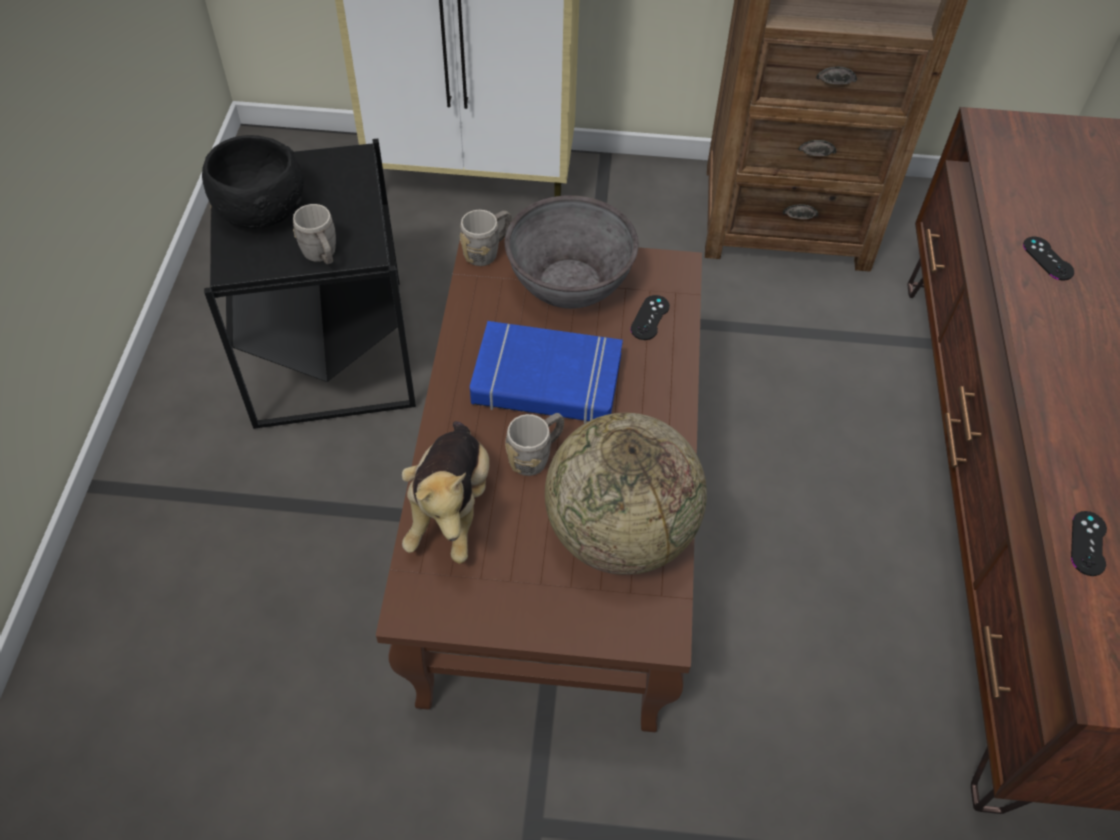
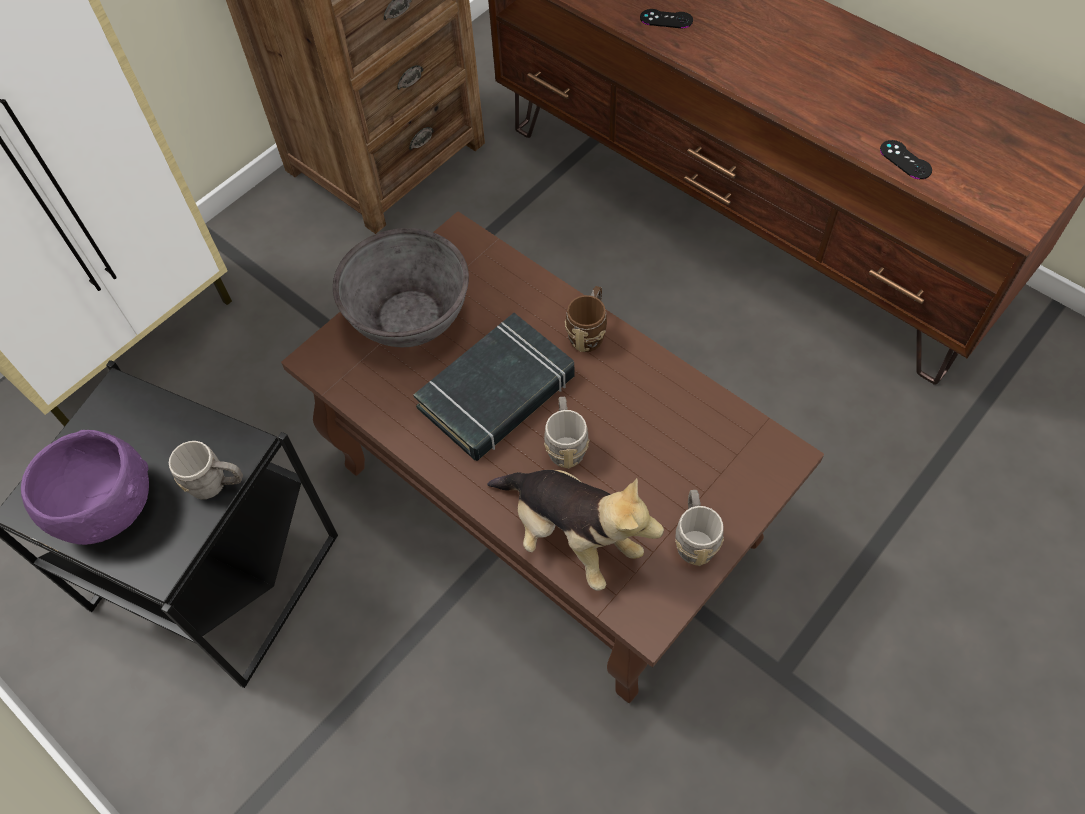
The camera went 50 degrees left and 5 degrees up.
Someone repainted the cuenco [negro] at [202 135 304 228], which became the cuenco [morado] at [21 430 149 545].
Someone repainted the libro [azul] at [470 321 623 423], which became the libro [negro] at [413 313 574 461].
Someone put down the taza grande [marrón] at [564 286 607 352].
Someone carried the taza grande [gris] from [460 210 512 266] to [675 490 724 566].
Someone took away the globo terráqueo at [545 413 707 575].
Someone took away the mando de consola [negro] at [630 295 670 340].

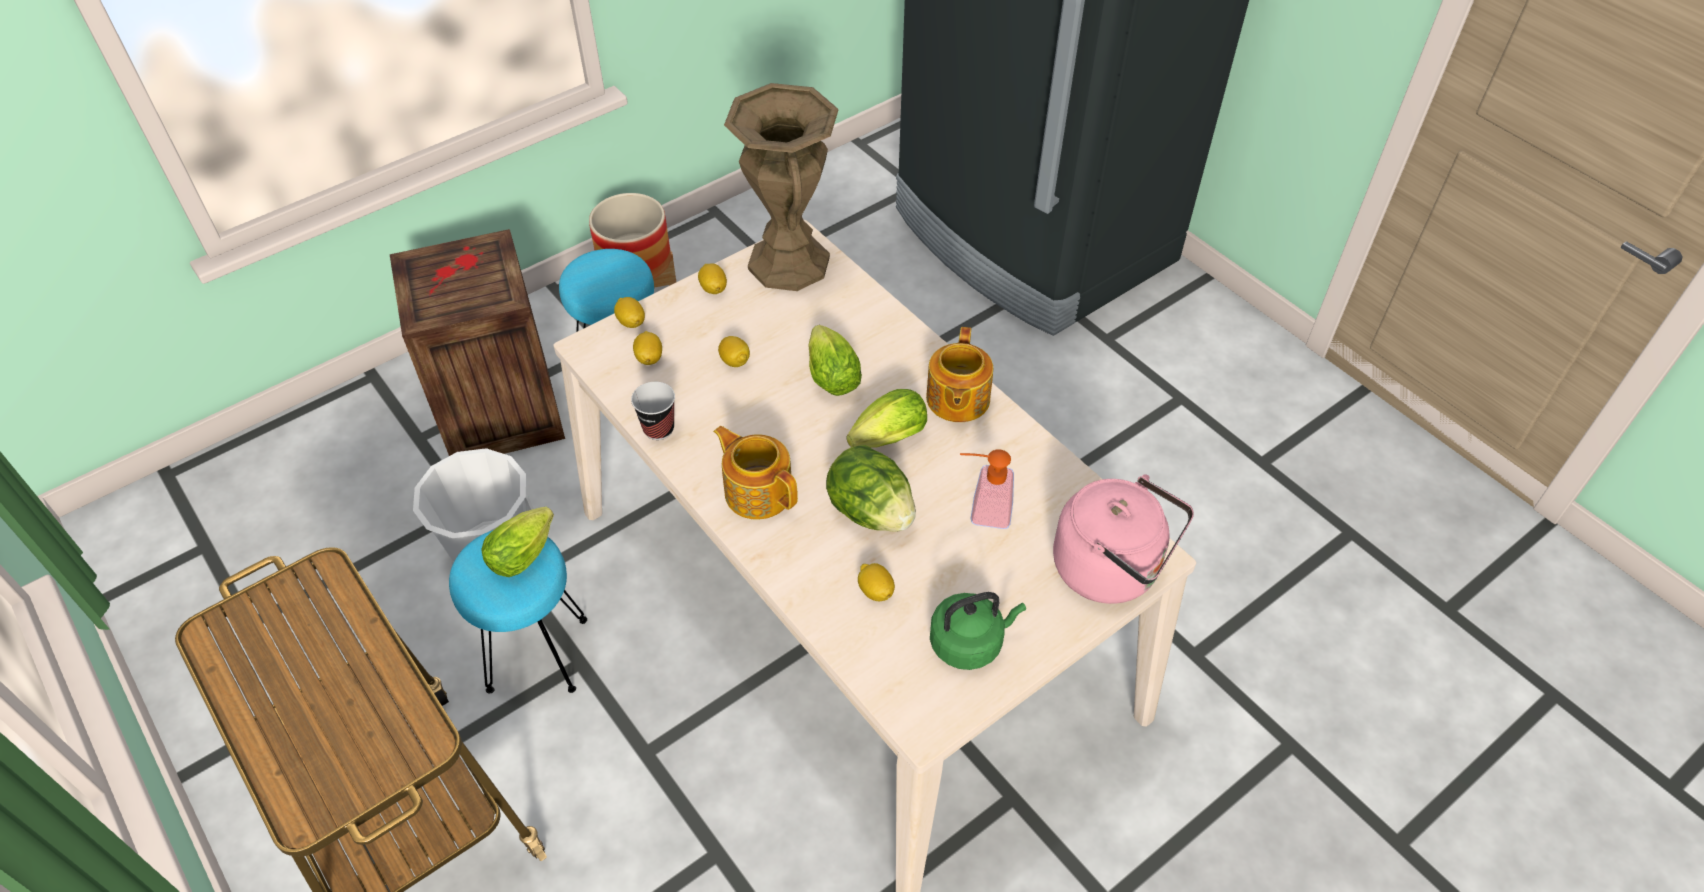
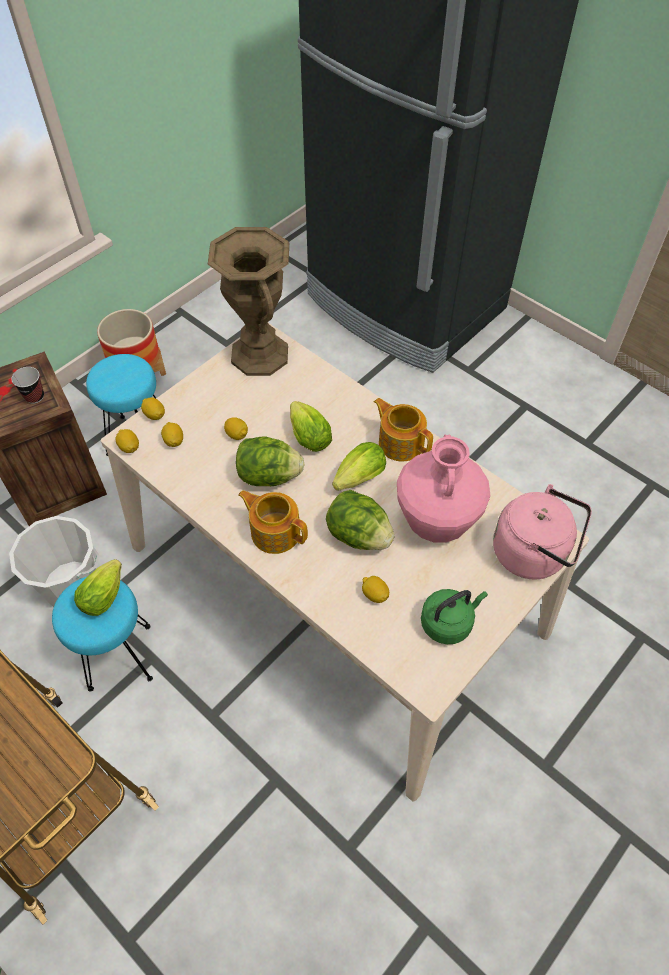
The camera went 10 degrees left and 5 degrees up.
Someone carried the taza from [631 382 675 440] to [11 367 44 404].
Someone carried the limón from [698 263 727 294] to [115 429 139 453].
Someone put down the lechuga at [236 436 305 486].
Someone rotated the tetera at [926 327 993 422] by 135 degrees clockwise.
Someone swapped the dispensador de jabón at [960 449 1014 529] for the florero [rosa] at [397 435 490 542].

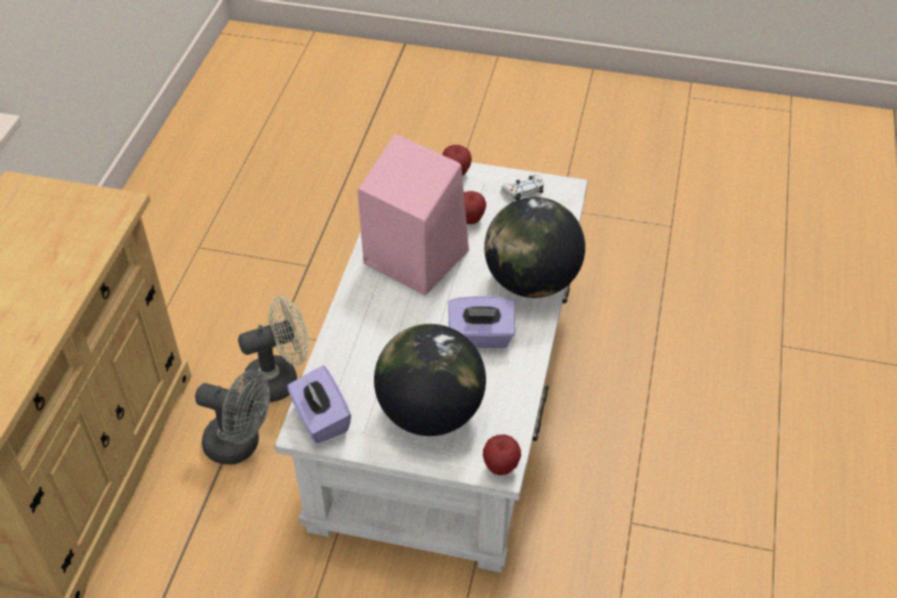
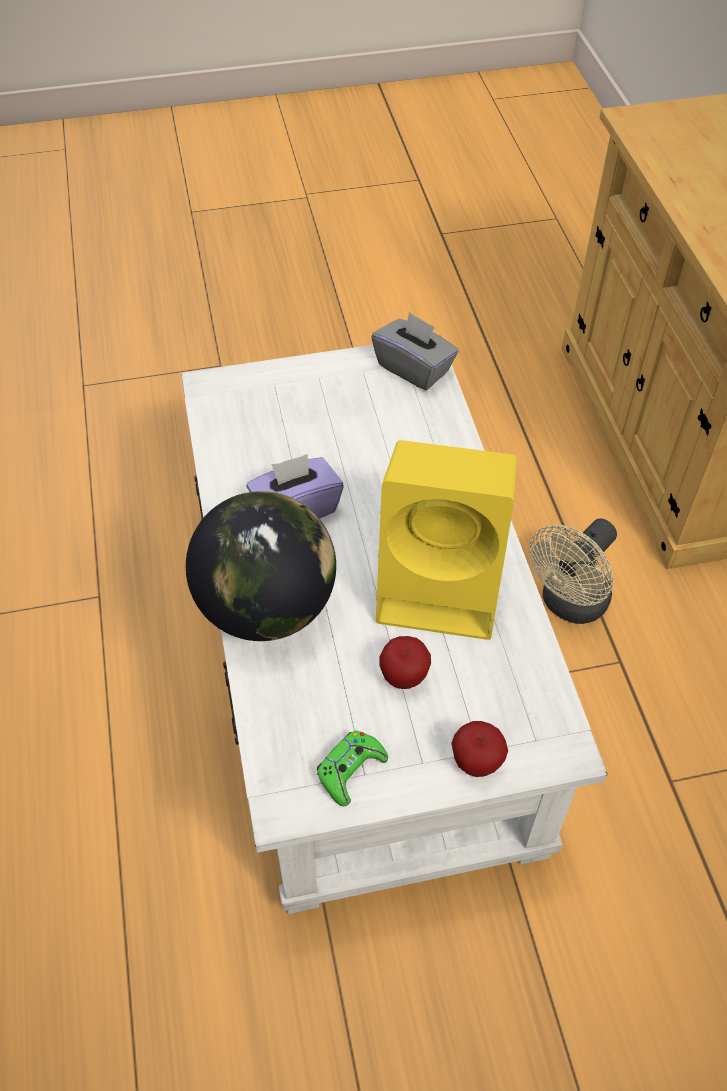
The camera went 155 degrees right and 5 degrees up.
Someone repainted the mando de consola [blanco] at [501 174 544 201], which became the mando de consola [verde] at [317 731 388 807].
Someone repainted the caja de pañuelos [morado] at [287 365 351 443], which became the caja de pañuelos [gris] at [371 312 458 390].
Someone repainted the altavoz [rosa] at [357 134 469 296], which became the altavoz [amarillo] at [376 440 517 640].
Someone took away the ventilador [gris] at [195 370 270 464].
Someone took away the globo terráqueo at [374 324 486 436].
Someone took away the manzana at [483 434 521 475].

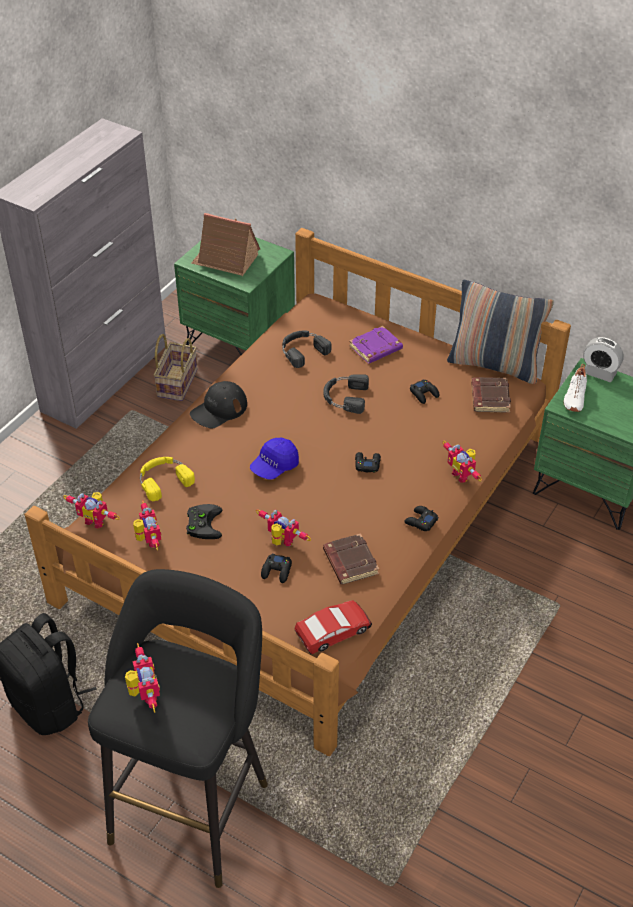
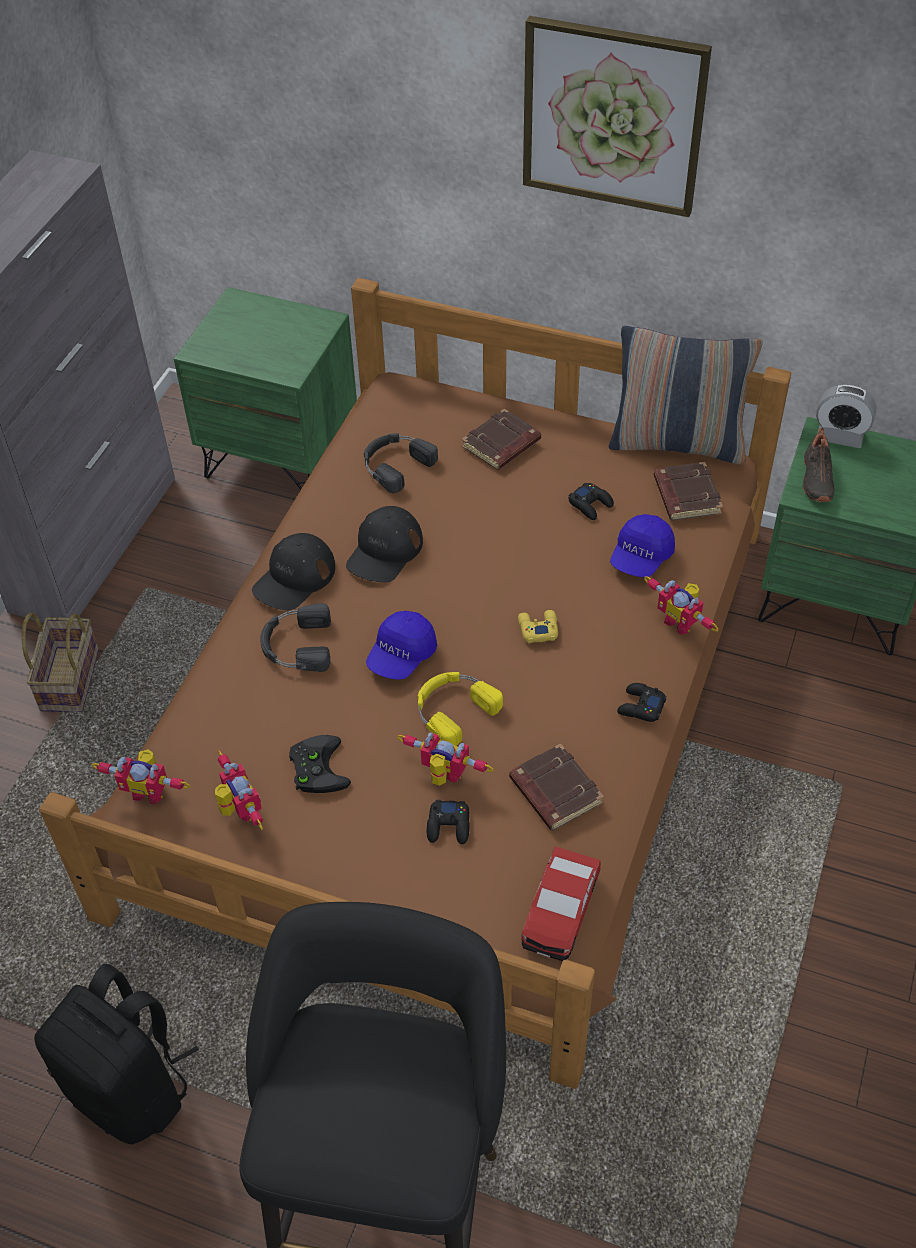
The camera went 10 degrees left and 5 degrees up.
Someone carried the cesta from [153 334 198 401] to [22 612 99 712].
Someone carried the auriculares [negro] from [323 374 369 414] to [260 603 331 672].
Someone put down the gorra [negro] at [346 506 423 582].
Someone carried the auriculares [amarillo] from [140 457 195 501] to [417 672 503 746].
Someone repainted the libro [morado] at [349 326 403 364], which became the libro [marrón] at [462 409 541 470].
Someone repainted the mando de consola [negro] at [355 452 381 472], which became the mando de consola [amarillo] at [518 610 558 643].
Someone rotated the coche de juguete at [295 600 372 654] by 150 degrees clockwise.
Someone put up the cuadro at [523 16 712 217].
Someone put down the gorra [azul] at [610 514 675 577].
Someone repainted the zapato [blanco] at [563 364 587 412], which became the zapato [negro] at [803 428 835 502].
Someone took away the robot de juguete at [125 643 160 713].
Someone took away the casita at [191 213 260 276].

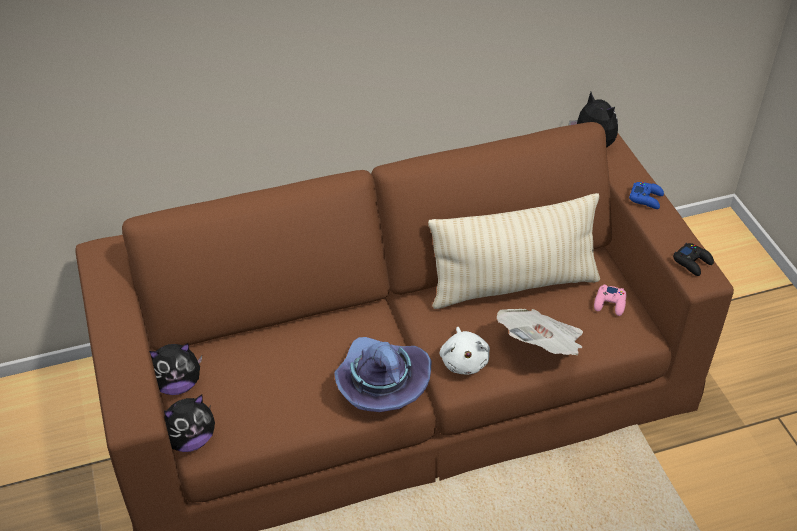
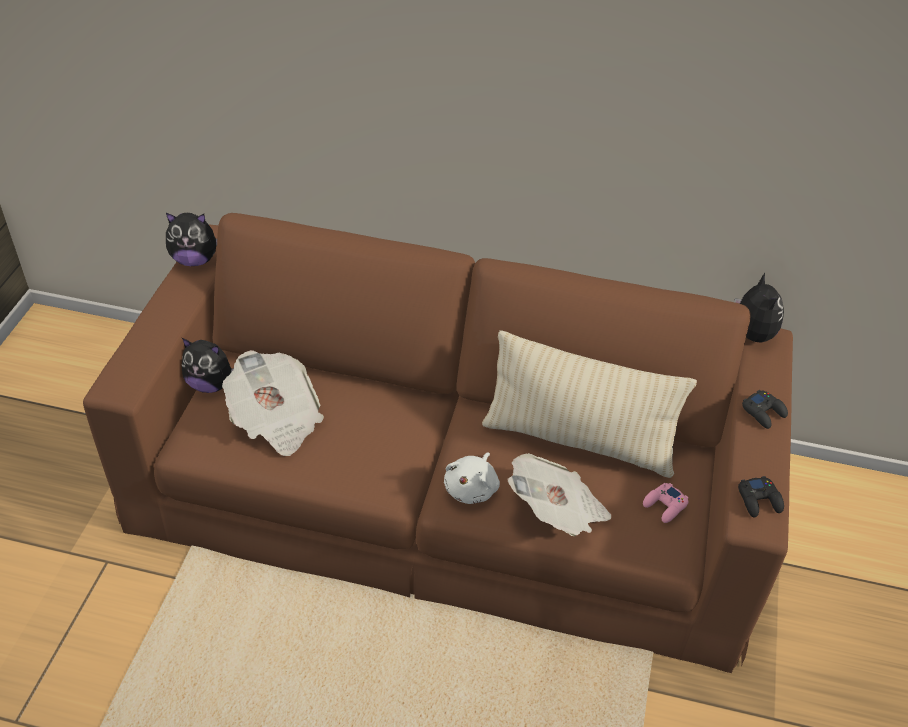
The camera went 30 degrees right and 0 degrees up.
Someone carried the peluche from [164 395 215 452] to [166 213 217 266].
Someone put down the periódico at [222 350 324 456].
Someone repainted the mando de consola [azul] at [629 182 664 209], which became the mando de consola [negro] at [742 390 788 429].
Someone took away the sombrero [morado] at [334 337 432 412].

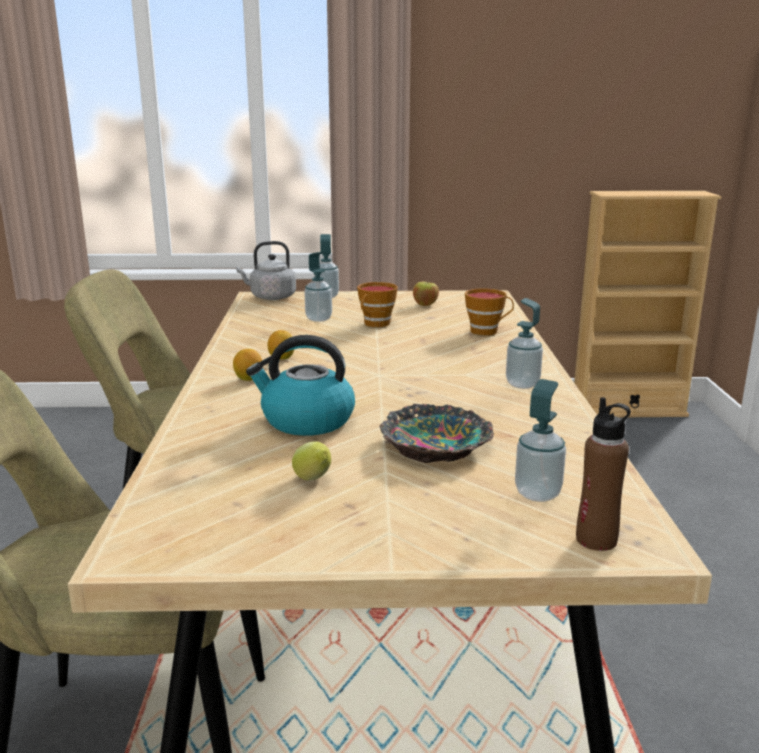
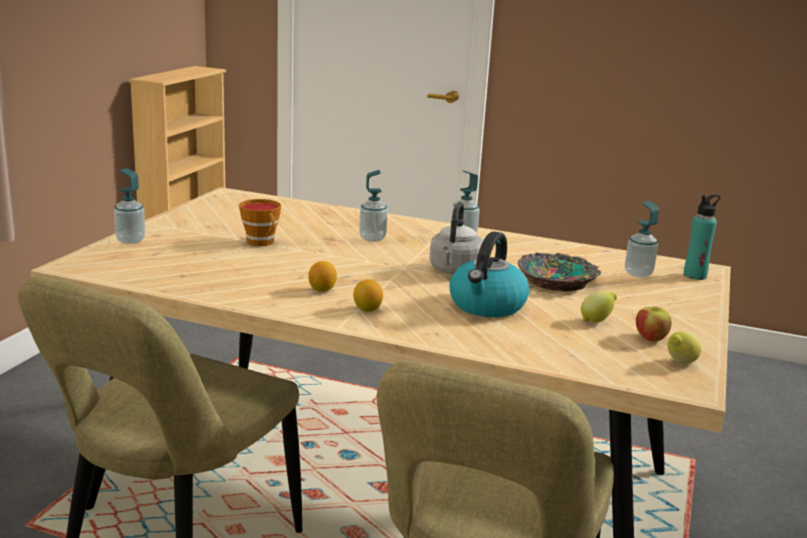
The camera went 70 degrees left and 0 degrees up.
Someone carried the dispensador de jabón from [304 252 332 322] to [359 170 388 242].
Someone carried the hervidor [gris] from [236 241 296 300] to [429 202 483 274].
Someone carried the manzana from [413 281 439 306] to [636 307 672 342].
Someone put down the limón at [667 331 701 364].
Someone repainted the botella [marrón] at [576 397 631 551], which became the botella [turquesa] at [684 195 720 280].
Someone took away the taza at [465 288 514 335].

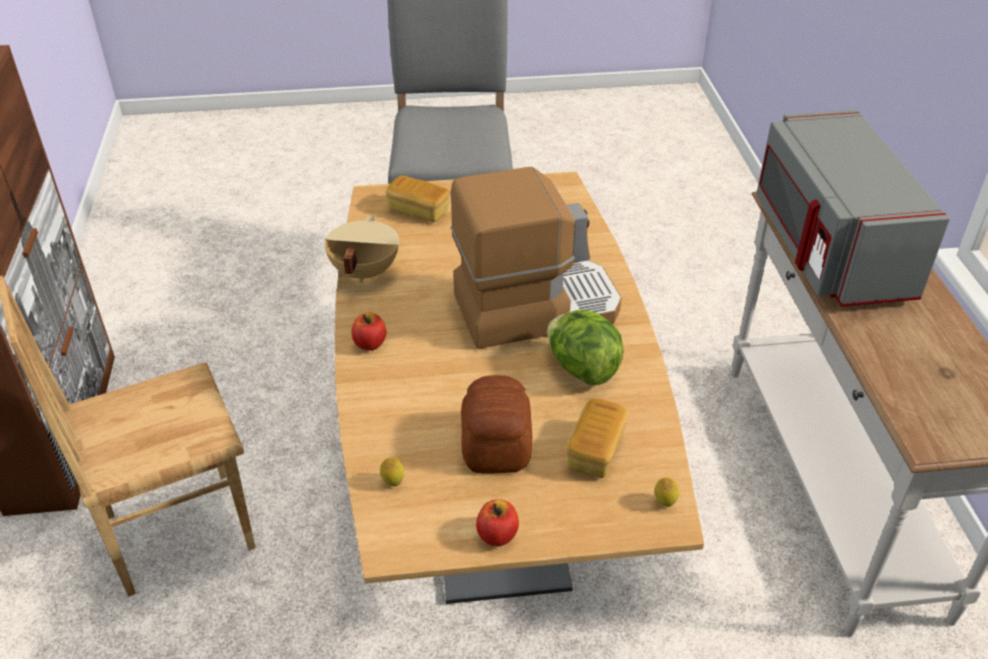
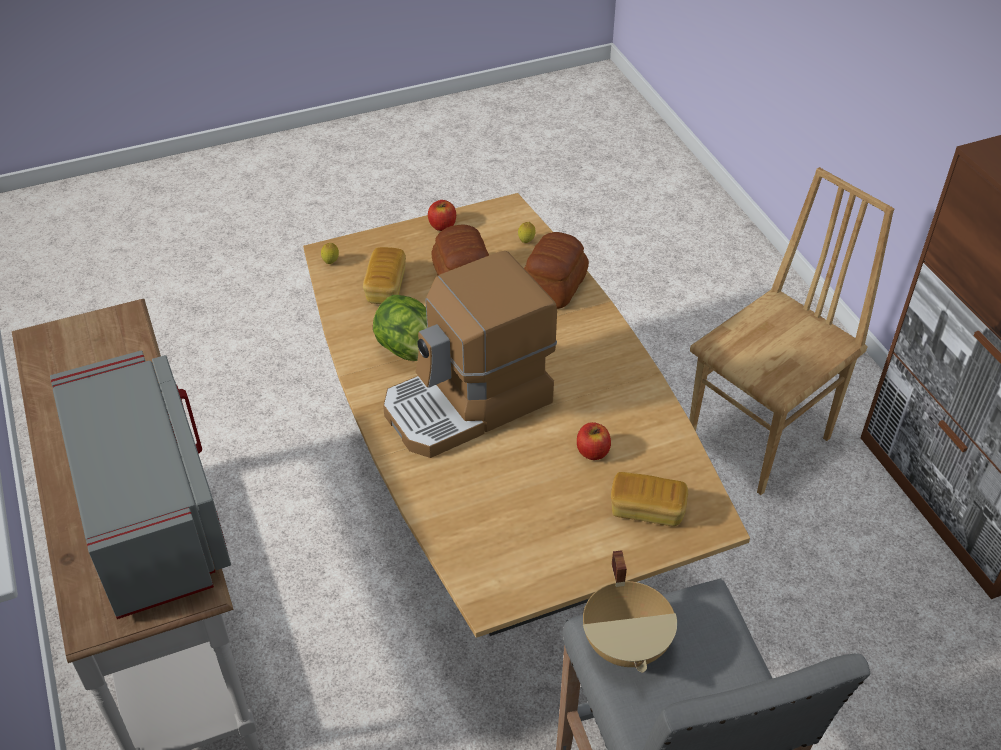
The camera went 165 degrees right and 5 degrees up.
Someone put down the pan at [524 232 589 309].
Someone carried the manzana from [351 313 386 351] to [577 422 611 460].
Someone carried the olla [beis] from [325 215 400 282] to [583 550 677 673].

